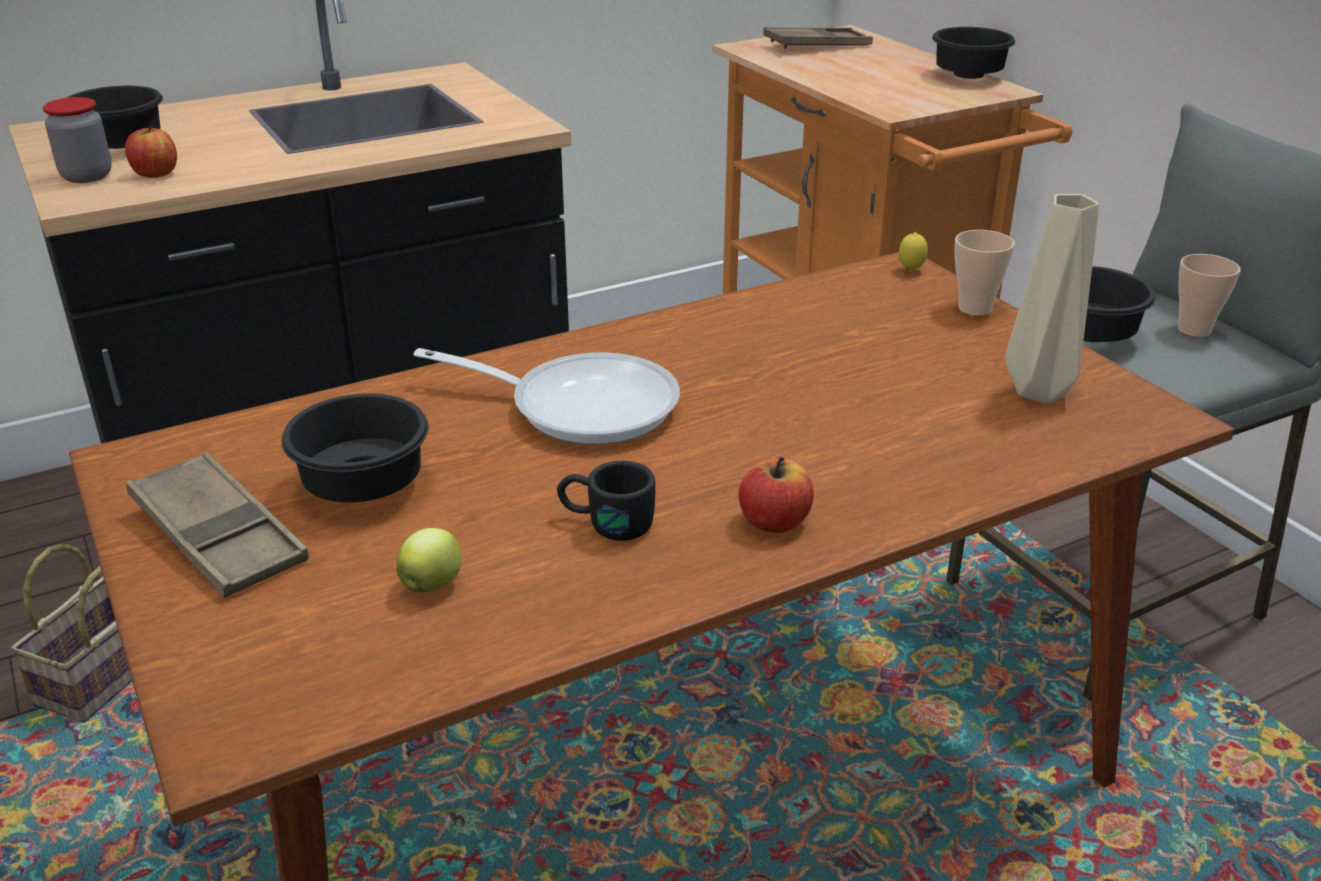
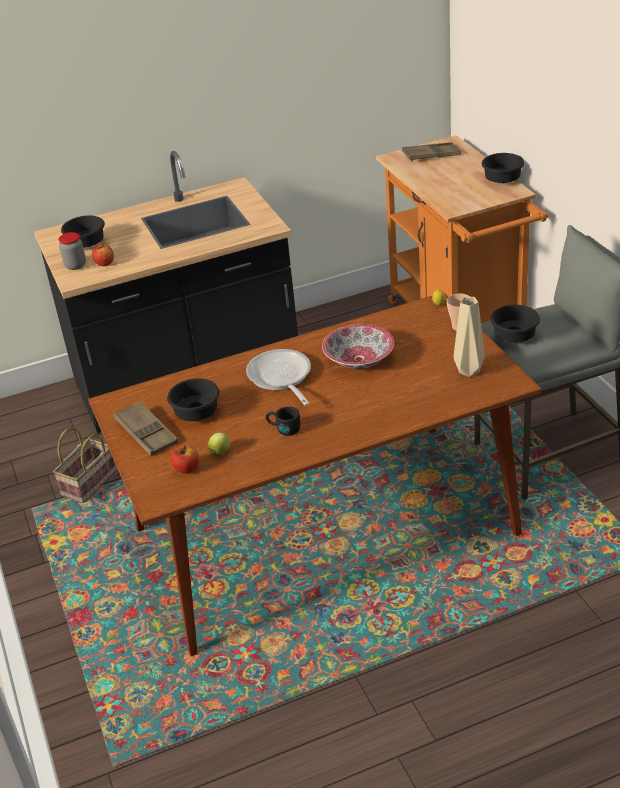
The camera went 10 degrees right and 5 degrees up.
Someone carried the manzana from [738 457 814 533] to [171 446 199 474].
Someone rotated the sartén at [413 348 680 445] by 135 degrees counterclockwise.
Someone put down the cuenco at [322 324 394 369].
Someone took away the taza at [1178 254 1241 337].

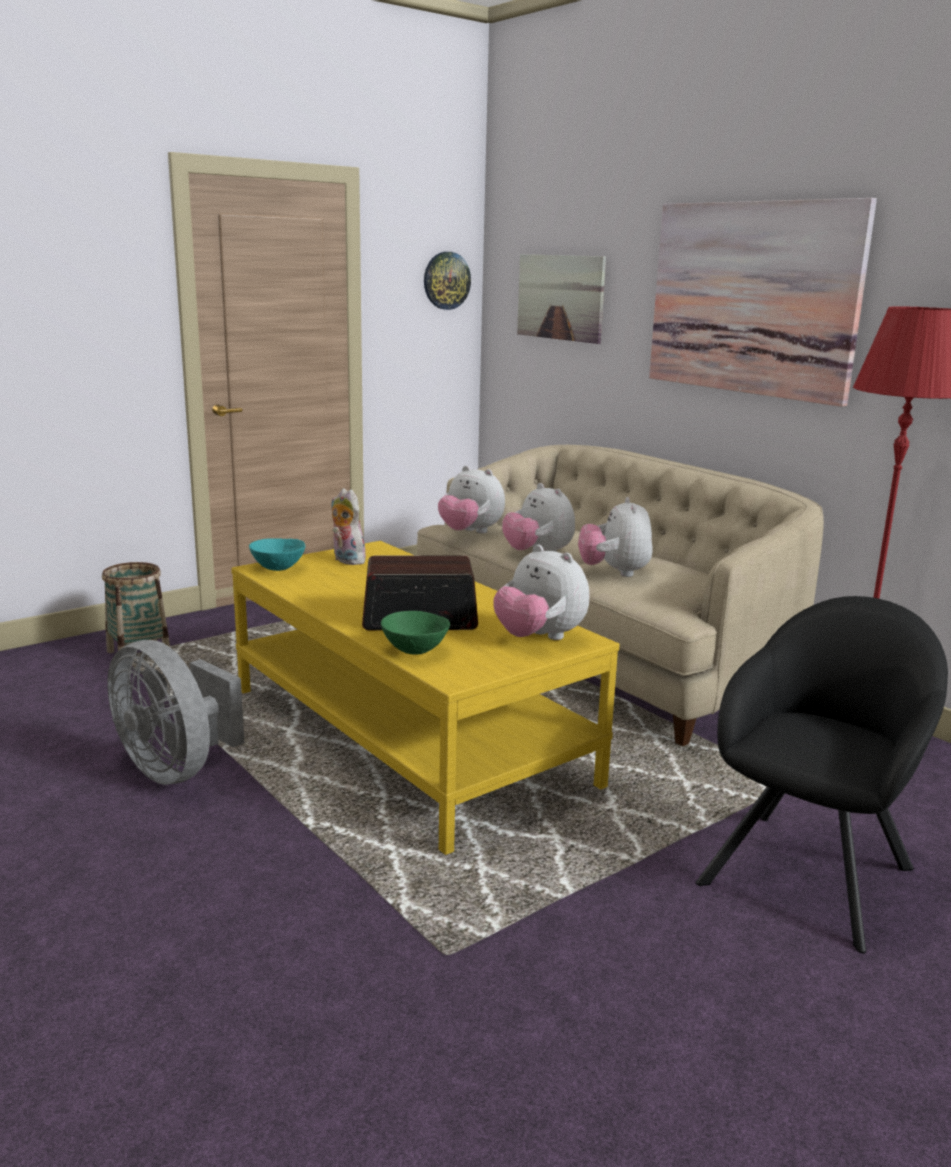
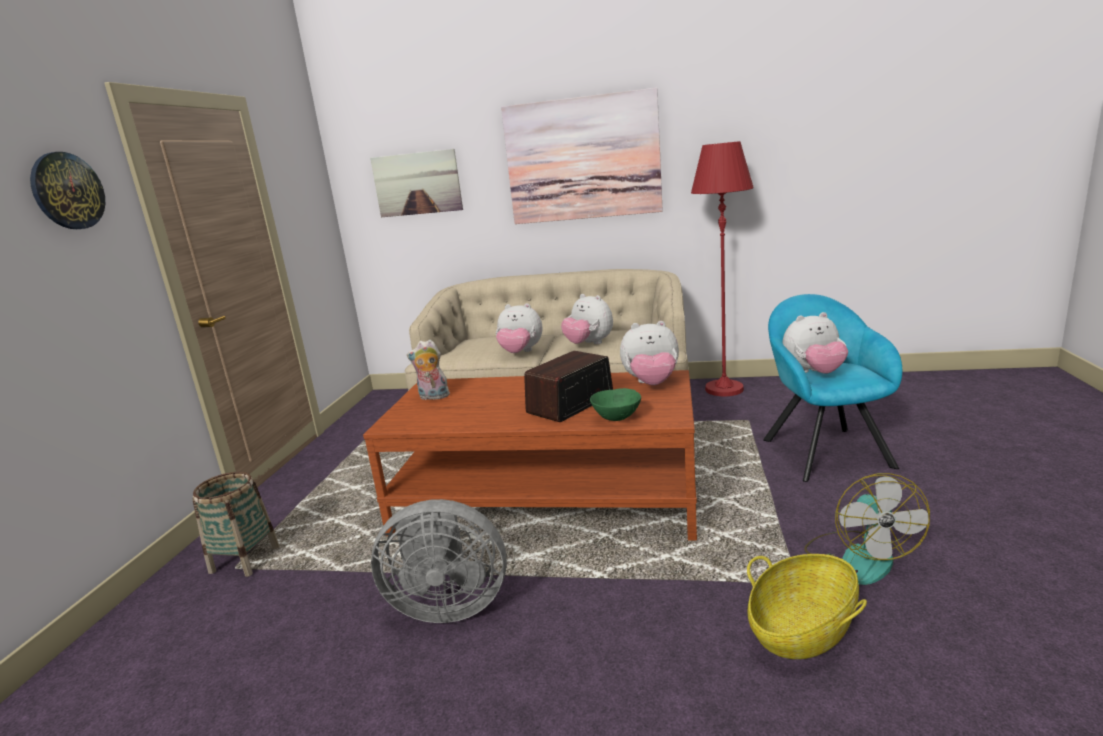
The camera went 40 degrees left and 0 degrees up.
Someone carried the reloj de pared from [424 252 471 310] to [30 152 105 229].
Someone repainted the mesa de centro [amarillo] at [231 541 620 855], which became the mesa de centro [marrón] at [363 370 697 541].
Someone put down the cesta at [747 554 867 659].
Someone repainted the sillón [negro] at [696 596 948 953], which became the sillón [turquesa] at [763 294 902 482].
Someone carried the peluche from [438 466 505 533] to [782 312 848 374].
Someone put down the ventilador at [804 473 930 585].
Someone took away the cuenco [turquesa] at [249 538 305 571].

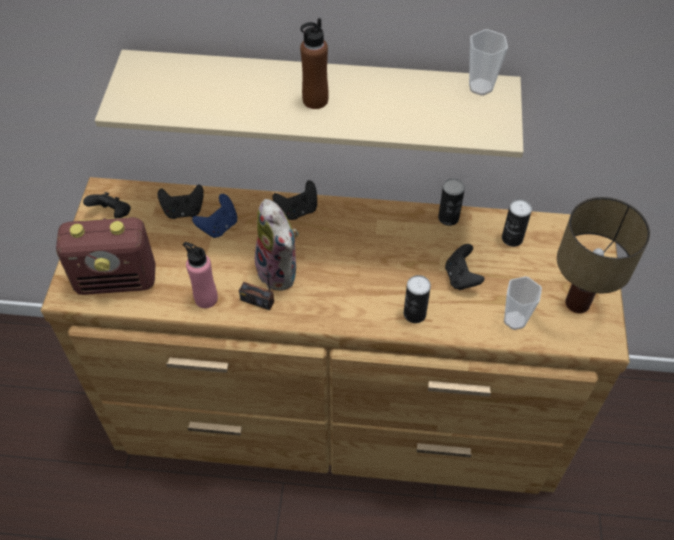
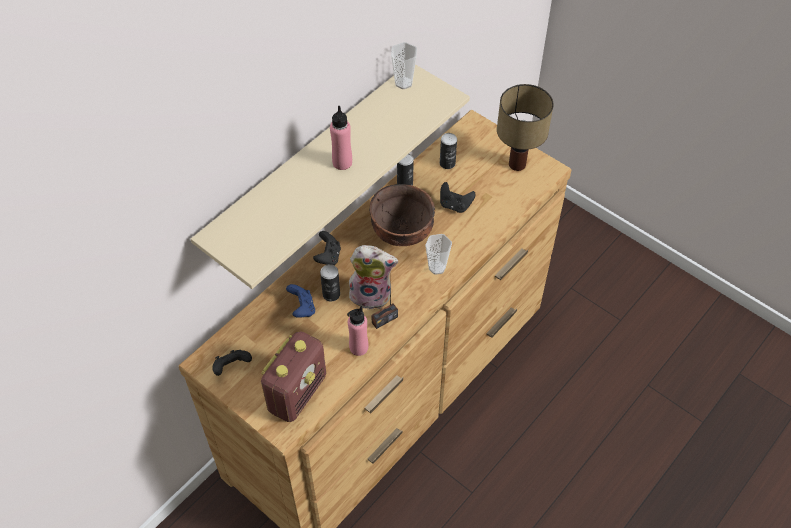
The camera went 55 degrees left and 0 degrees up.
Someone carried the lata from [404 275 431 323] to [320 264 340 302].
Someone repainted the botella [marrón] at [300 18 329 109], which became the botella [rosa] at [330 106 352 170].
Someone put down the cuenco [marrón] at [369 184 435 246].
Someone carried the taza from [504 276 542 330] to [425 234 452 275].
Someone took away the mando de consola [negro] at [158 184 204 219].

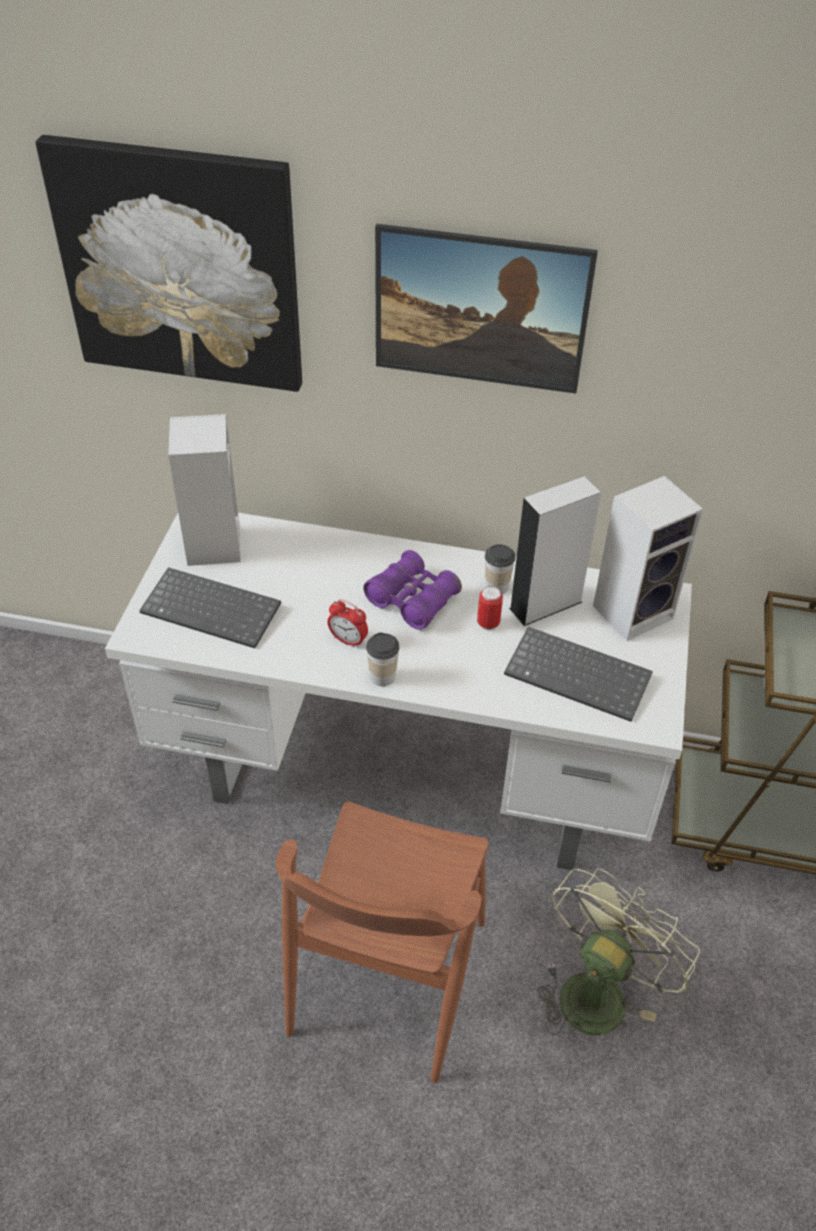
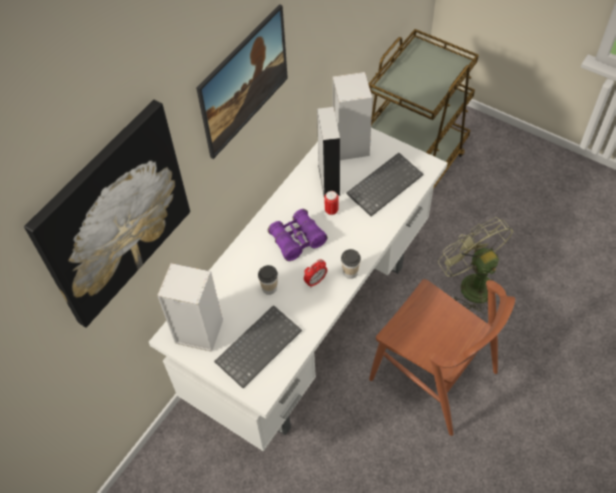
The camera went 65 degrees left and 10 degrees up.
Someone carried the taza from [485 544 515 594] to [258 265 278 295].

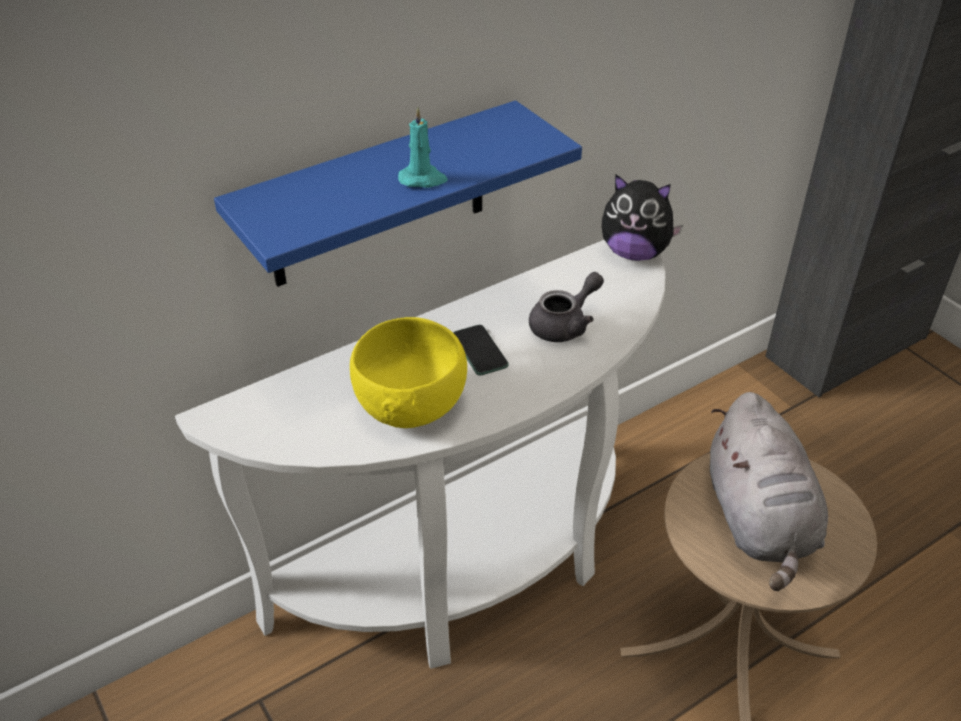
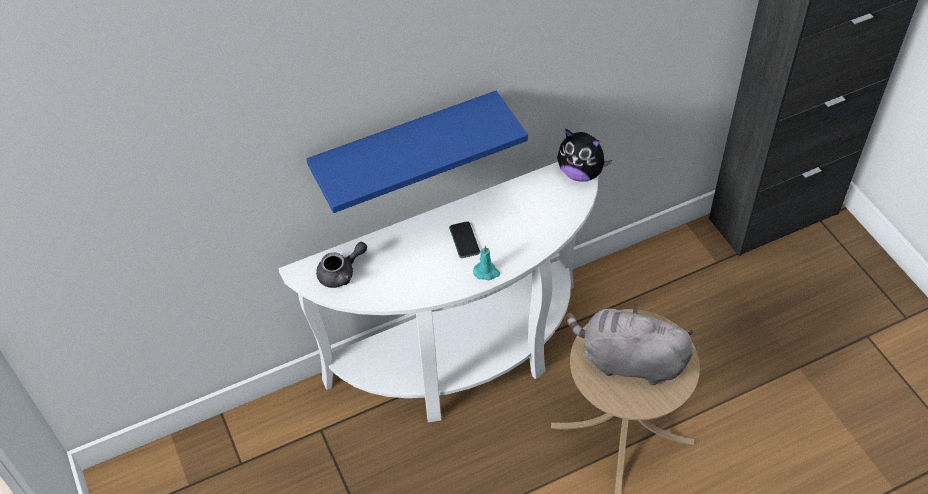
The camera went 10 degrees right and 10 degrees up.
Someone carried the tetera [gris] from [529 272 604 342] to [316 242 367 288].
Someone carried the vela [turquesa] from [398 107 448 188] to [473 245 500 280].
Someone rotated the peluche [gris] at [710 392 828 591] by 105 degrees clockwise.
Someone took away the cuenco [amarillo] at [350 317 467 428].

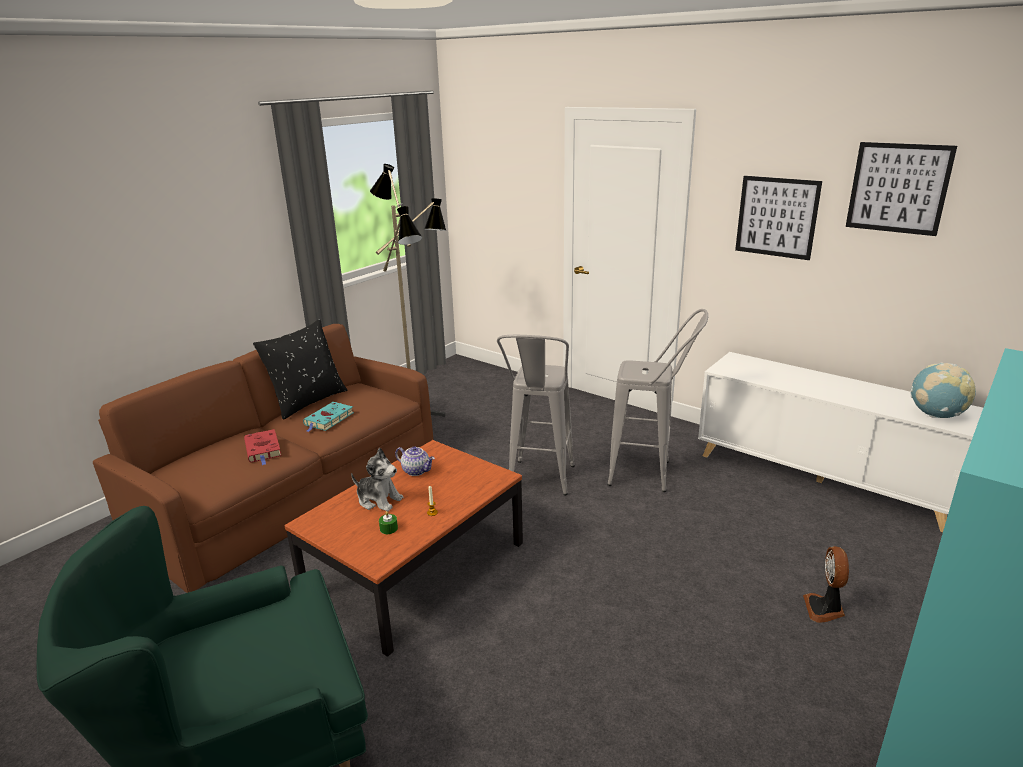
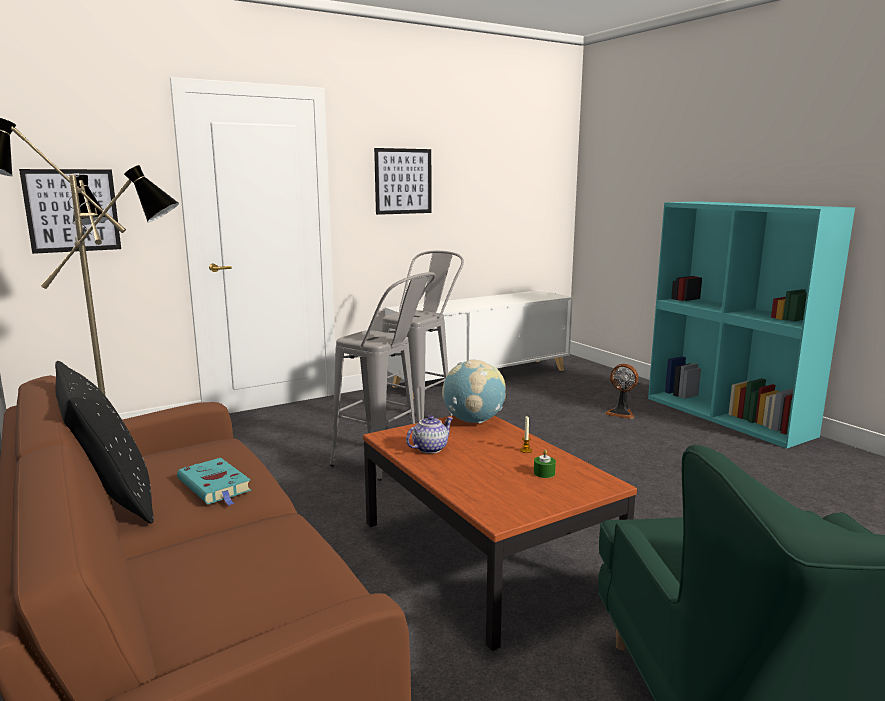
The camera went 70 degrees left and 10 degrees down.
Someone carried the cuadro from [846 142 957 236] to [19 169 121 254].
Someone carried the globo terráqueo from [910 362 976 418] to [442 359 505 423].
Someone took away the libro [rojo] at [244 429 281 465].
Someone took away the peluche at [351 448 404 512].

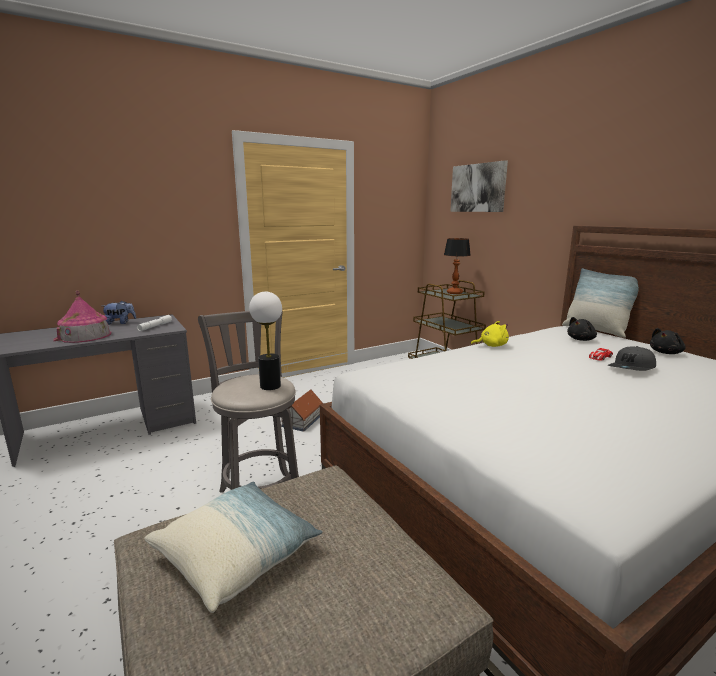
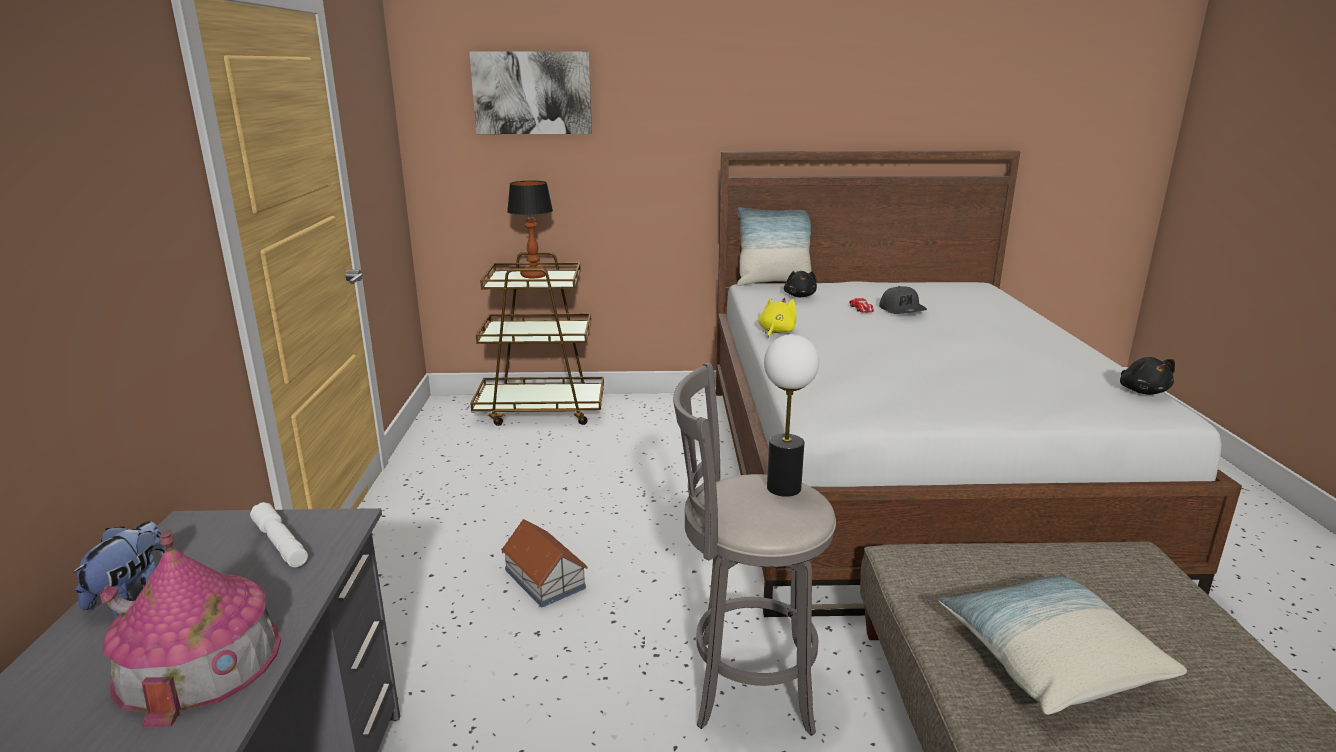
The camera went 60 degrees left and 5 degrees up.
Someone carried the peluche [negro] from [650 328 686 354] to [1120 357 1175 395].

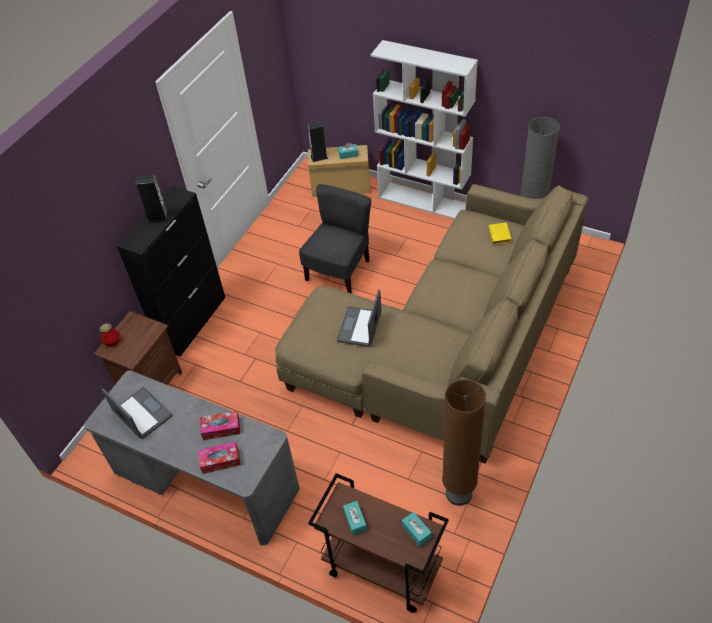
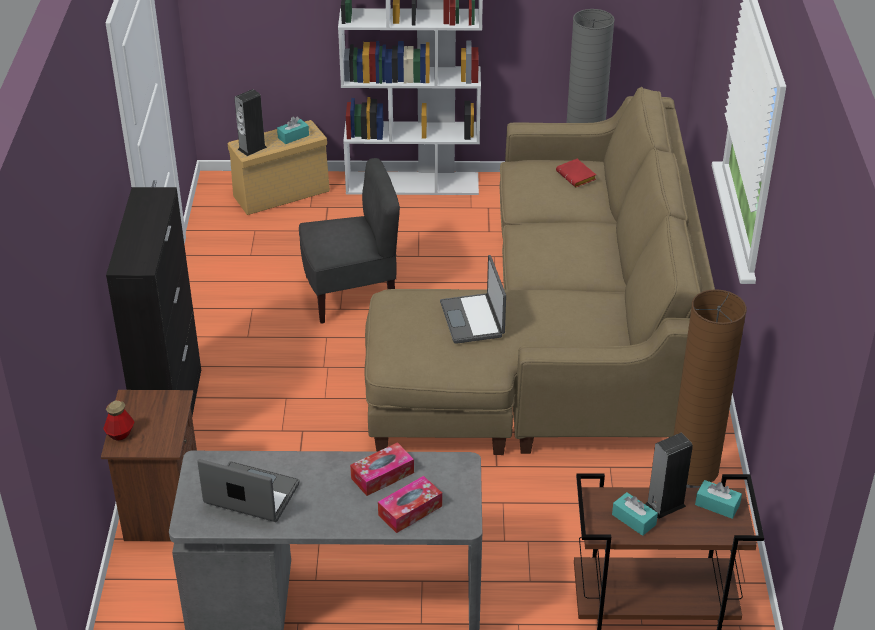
The camera went 30 degrees left and 10 degrees down.
Someone rotated the silla [gris] at [299 184 371 294] by 75 degrees clockwise.
Someone repainted the libro [amarillo] at [488 222 511 244], which became the libro [rojo] at [556 159 596 187].
Someone carried the altavoz from [136 175 169 223] to [645 433 693 519].

